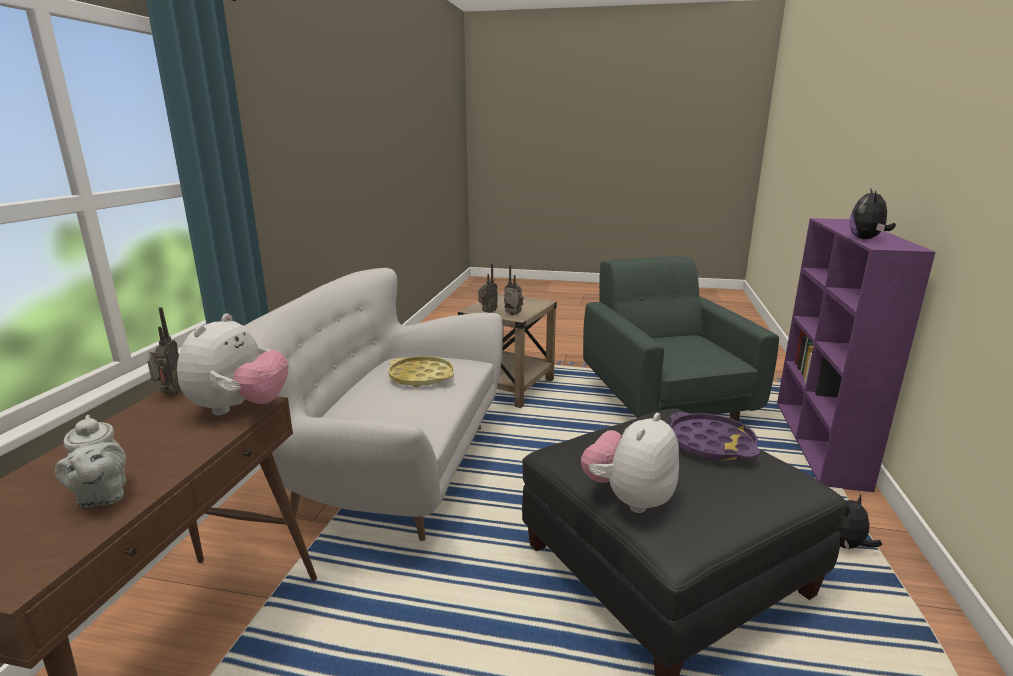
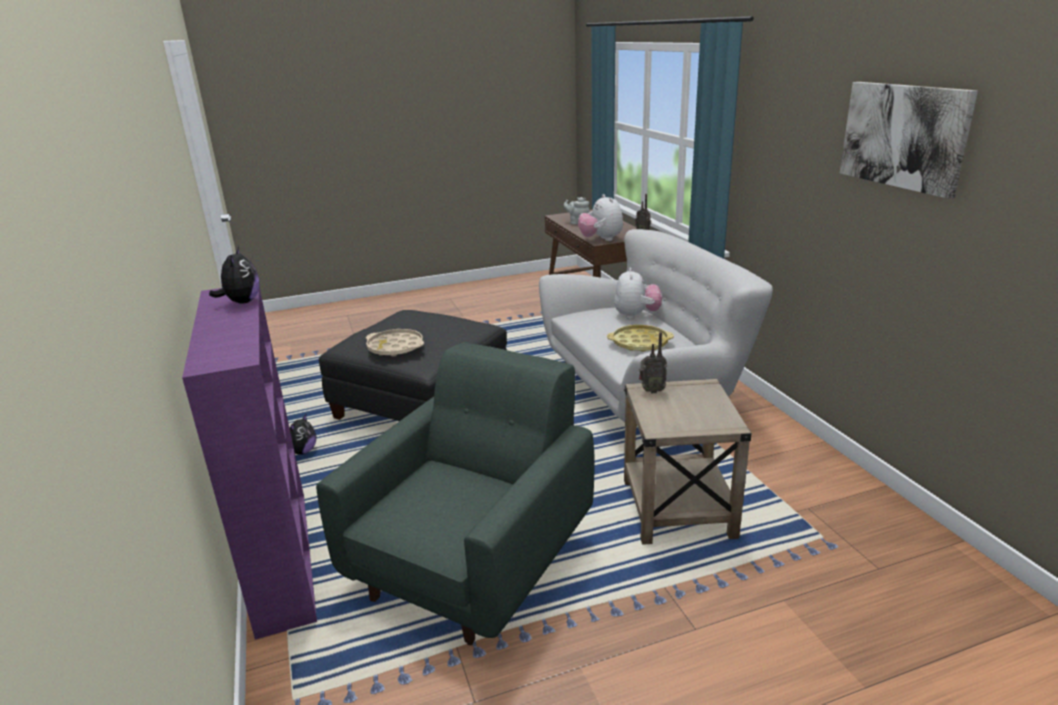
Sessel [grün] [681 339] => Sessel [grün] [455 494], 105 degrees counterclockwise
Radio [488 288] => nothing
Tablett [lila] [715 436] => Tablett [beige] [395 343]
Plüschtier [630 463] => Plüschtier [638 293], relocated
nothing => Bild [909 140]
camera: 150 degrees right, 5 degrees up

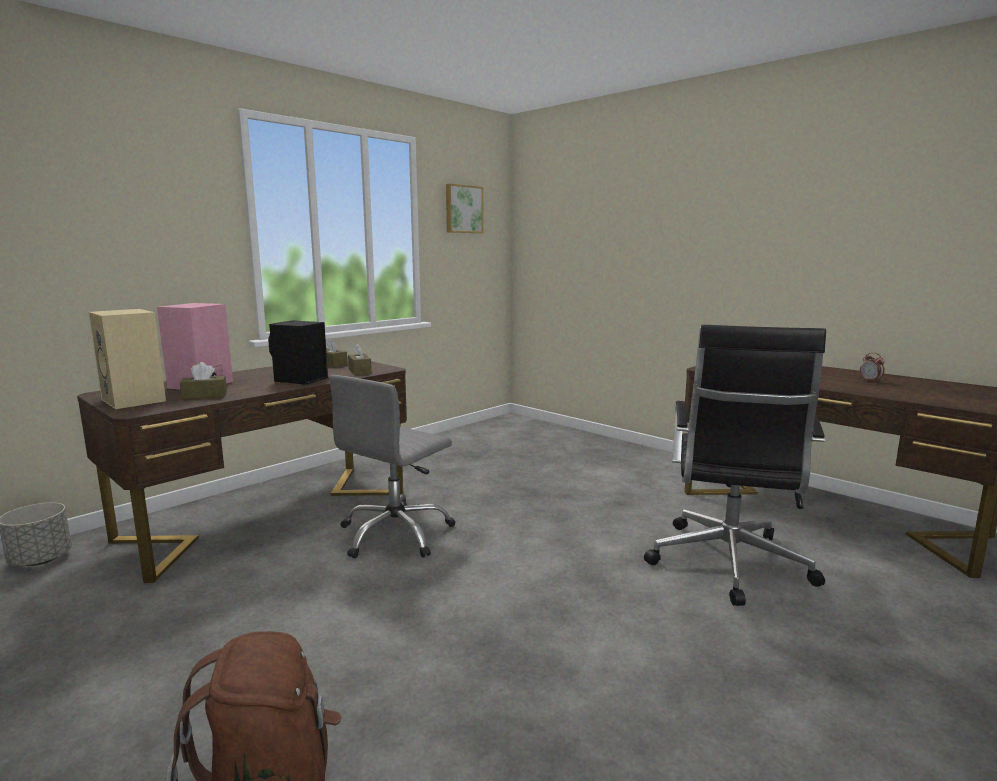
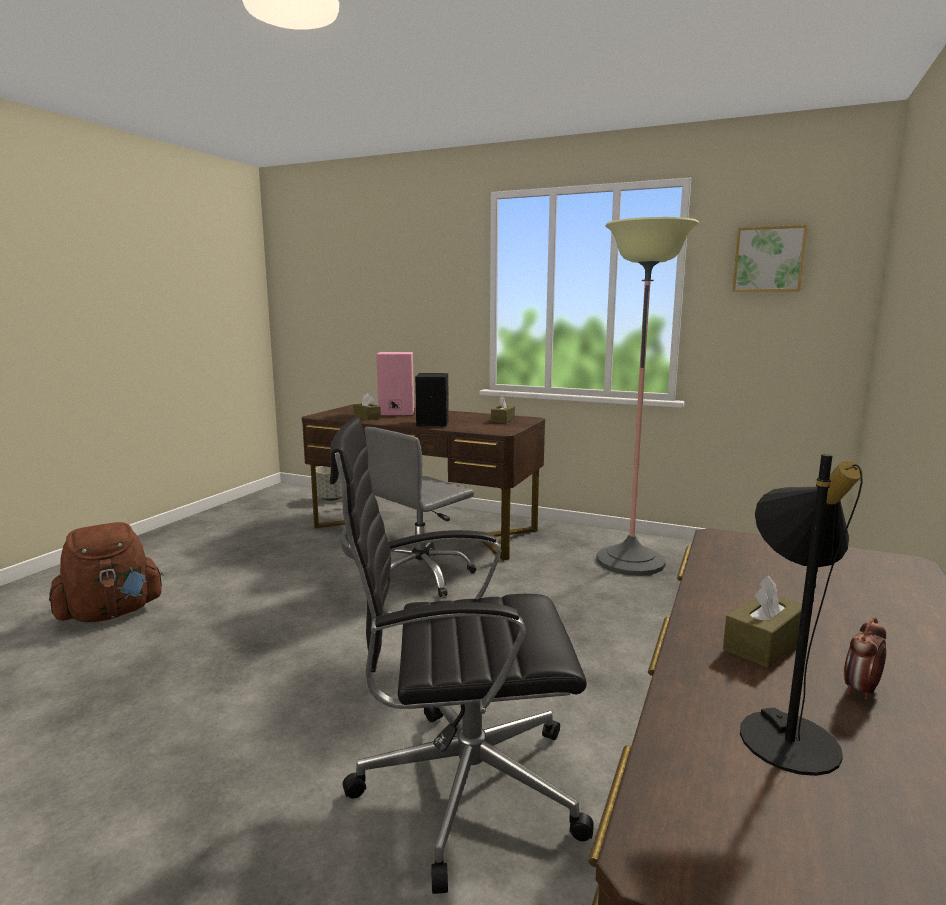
Lautsprecher [beige] [127 359] => nothing
Taschentuchbox [braun] [360 358] => Taschentuchbox [braun] [762 621], relocated
Bürostuhl [grau] [392 467] => Bürostuhl [grau] [420 512], 60 degrees counterclockwise
nothing => Stehlampe [647 396]
nothing => Tischlampe [schwarz] [801 615]
camera: 70 degrees right, 0 degrees up

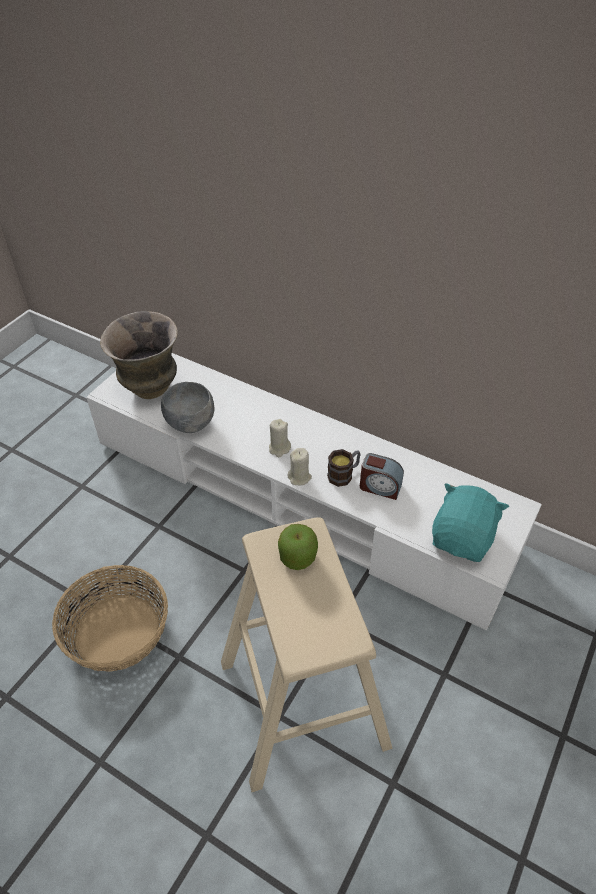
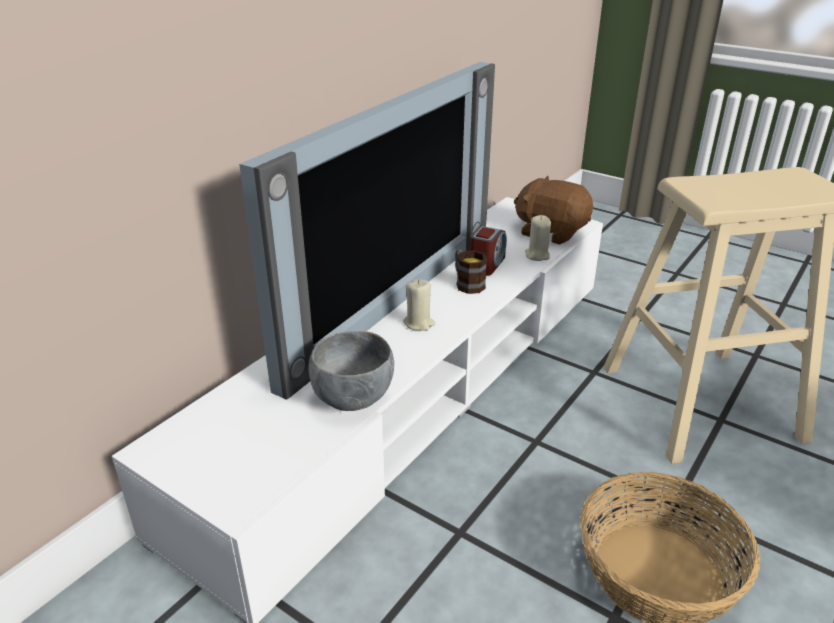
Vase [139 355] => nothing
Kerze [beige] [300 466] => Kerze [beige] [538 238], relocated
Plüschtier [türkis] [470 522] => Plüschtier [braun] [553 210]
Apfel [298 547] => nothing
nothing => Fernseher [367 231]
camera: 85 degrees left, 15 degrees down

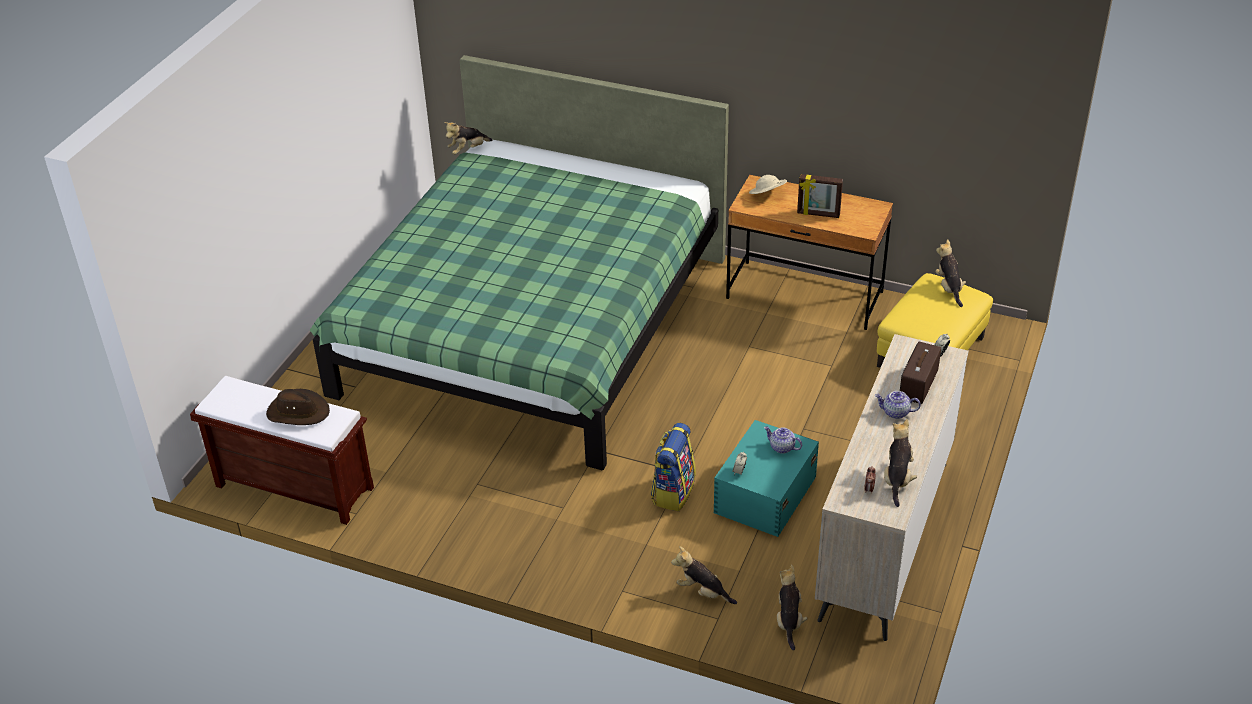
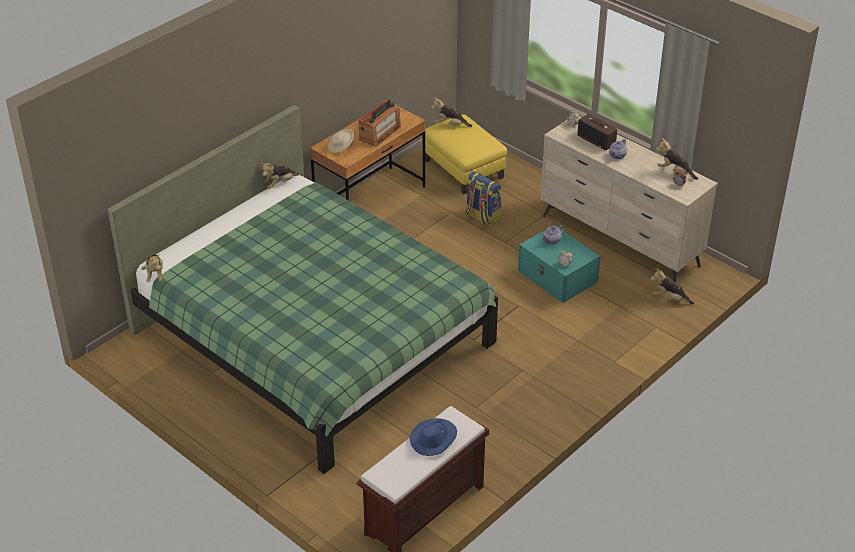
Bilderrahmen [820 196] => Radio [380 123]
Hut [braun] [298 407] => Hut [blau] [433 437]
Rucksack [673 467] => Rucksack [484 199], relocated
Plüschtier [704 575] => Plüschtier [280 176], relocated
camera: 70 degrees left, 0 degrees up

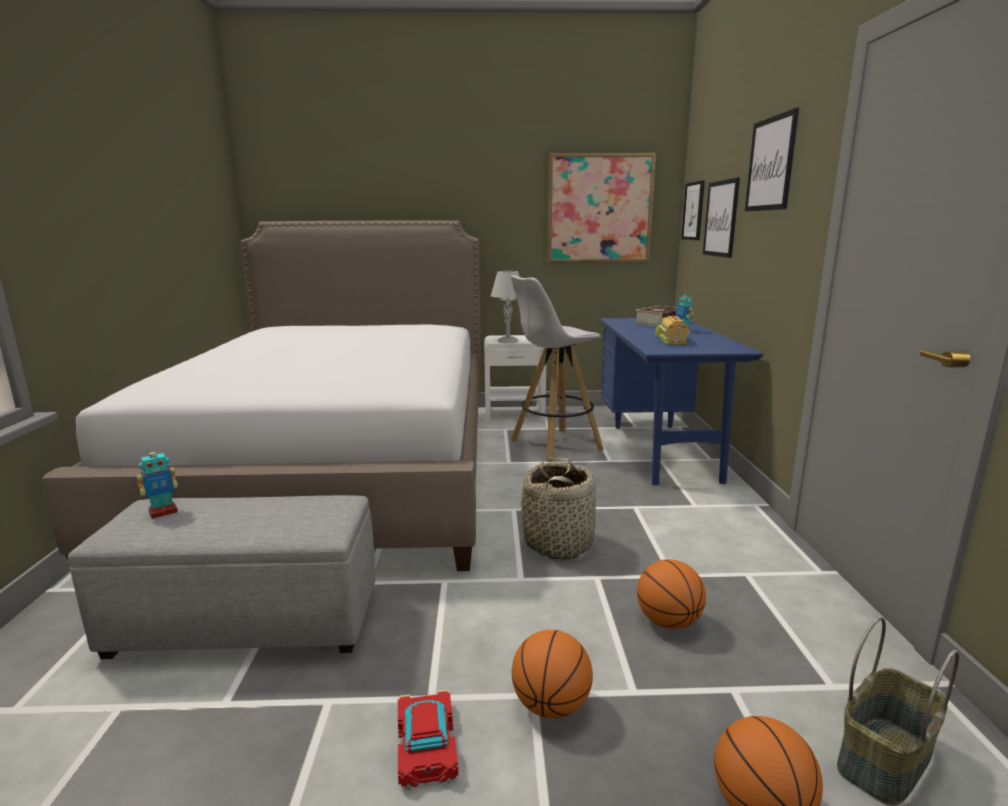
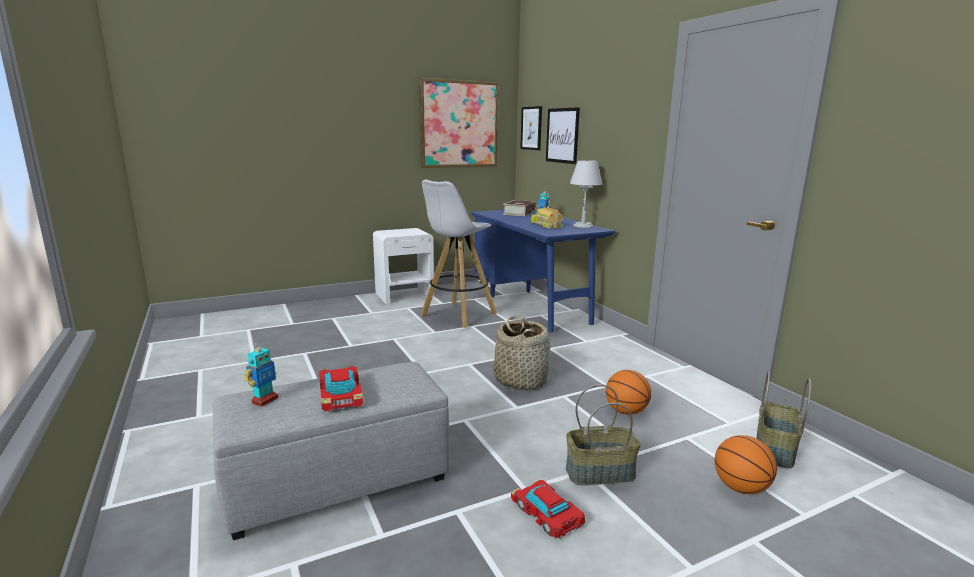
Bild [772 160] => nothing
Bett [261 395] => nothing
Tischlampe [grau] [505 307] => Tischlampe [grau] [586 194], relocated
Basketball [552 674] => Korb [603 434]
nothing => Spielzeugauto [341 388]
camera: 25 degrees left, 0 degrees up

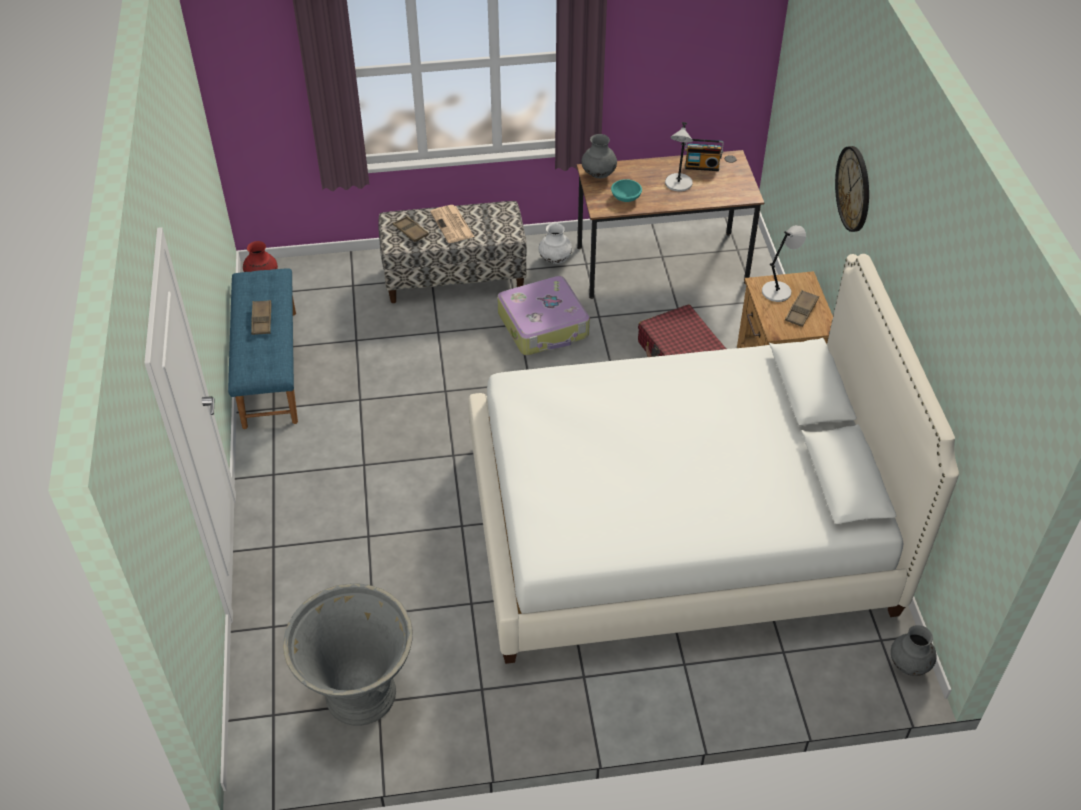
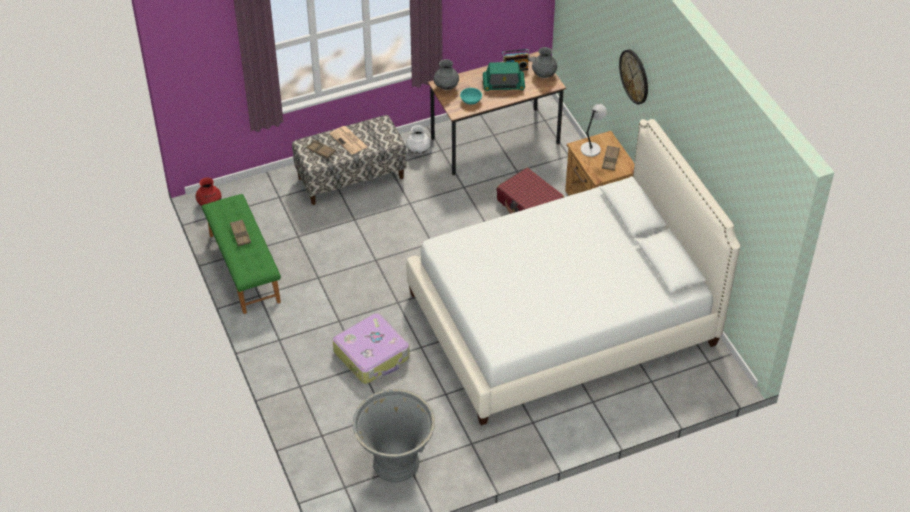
Tischlampe [grau] [679 156] => Radio [504 76]
Bank [blau] [263 348] => Bank [grün] [241 254]
Koffer [543 315] => Koffer [371 348], relocated
Vase [grau] [914 650] => Vase [grau] [544 62], relocated
camera: 15 degrees left, 0 degrees up

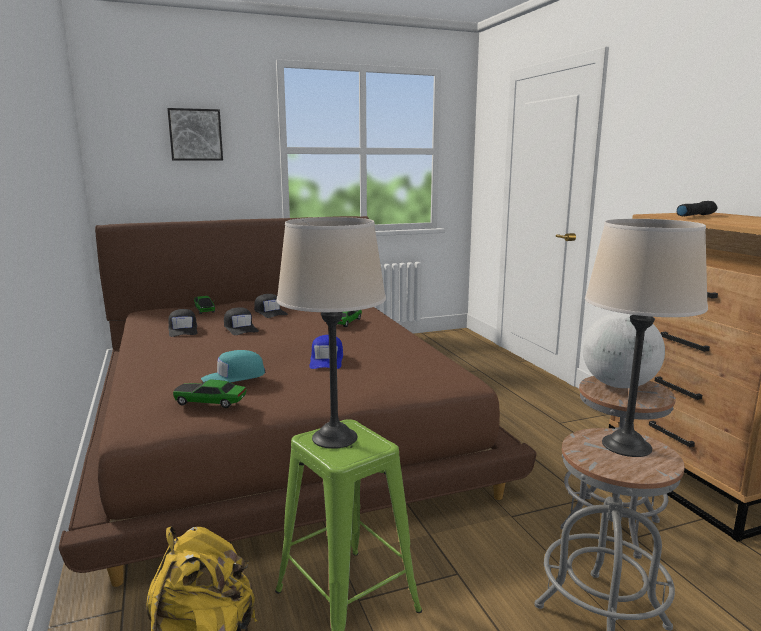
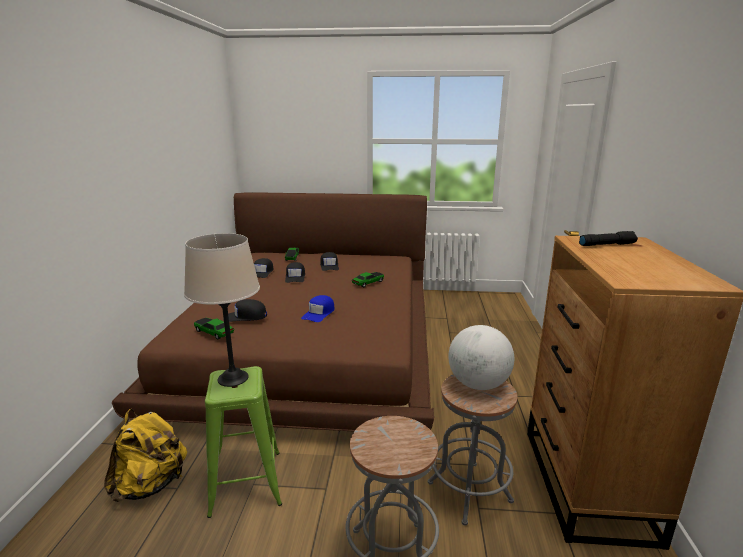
Bild [195 134] => nothing
Tischlampe [beige] [646 338] => nothing
Kappe [türkis] [233 366] => Kappe [schwarz] [245 310]
camera: 25 degrees right, 5 degrees up

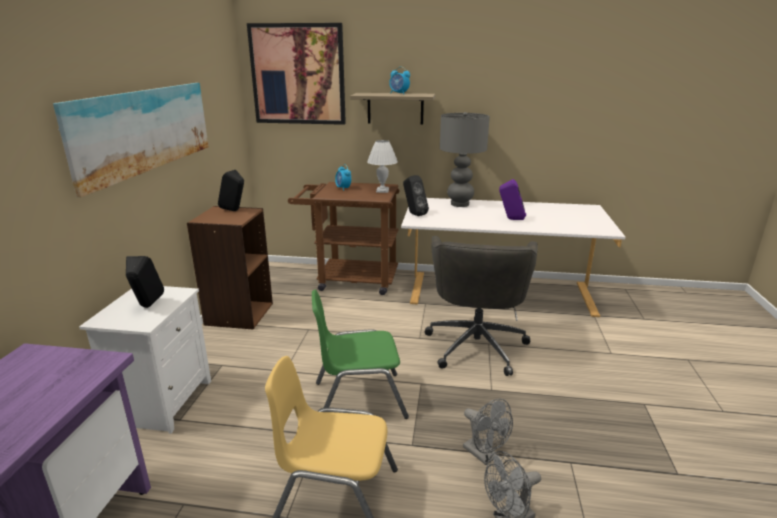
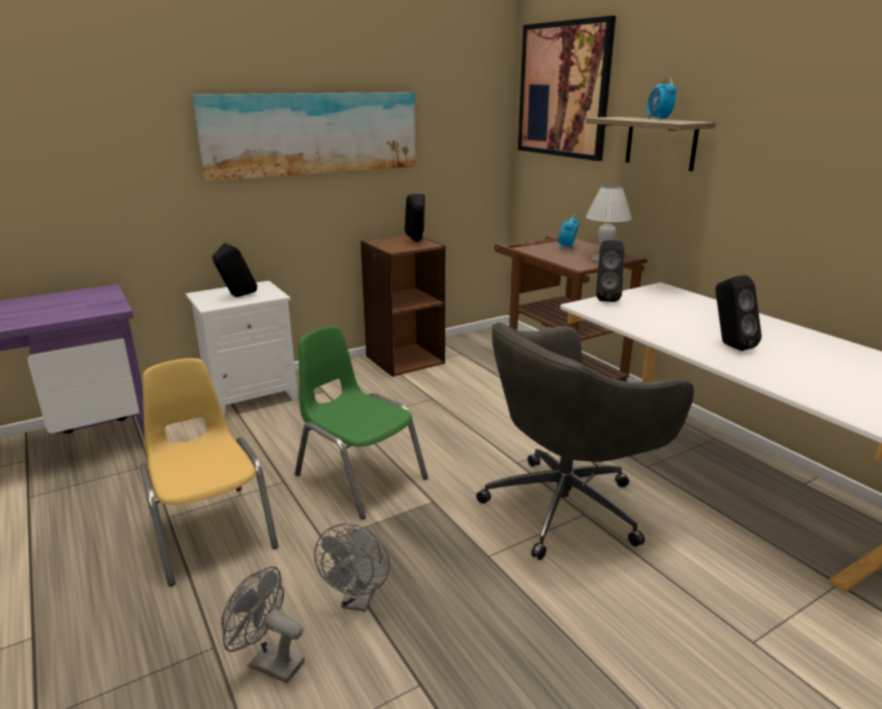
Tischlampe [grau] [465 159] => nothing
Lautsprecher [lila] [512 199] => Lautsprecher [schwarz] [739 313]
camera: 50 degrees right, 0 degrees up

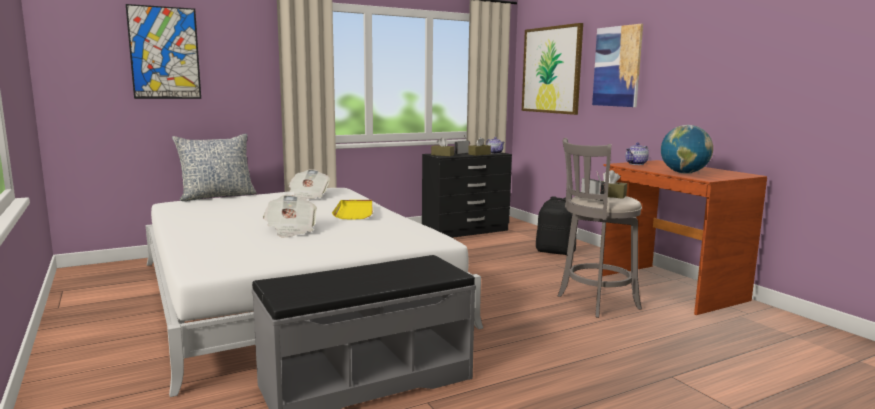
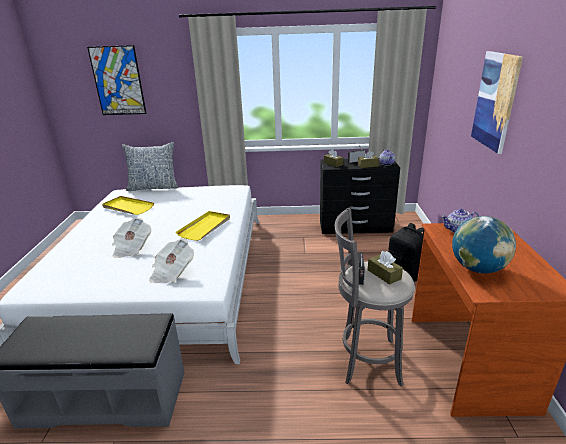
Bild [552 69] => nothing
Zeitung [309 184] => Zeitung [171 261], relocated
nothing => Tablett [gelb] [128 205]
camera: 30 degrees right, 15 degrees up

